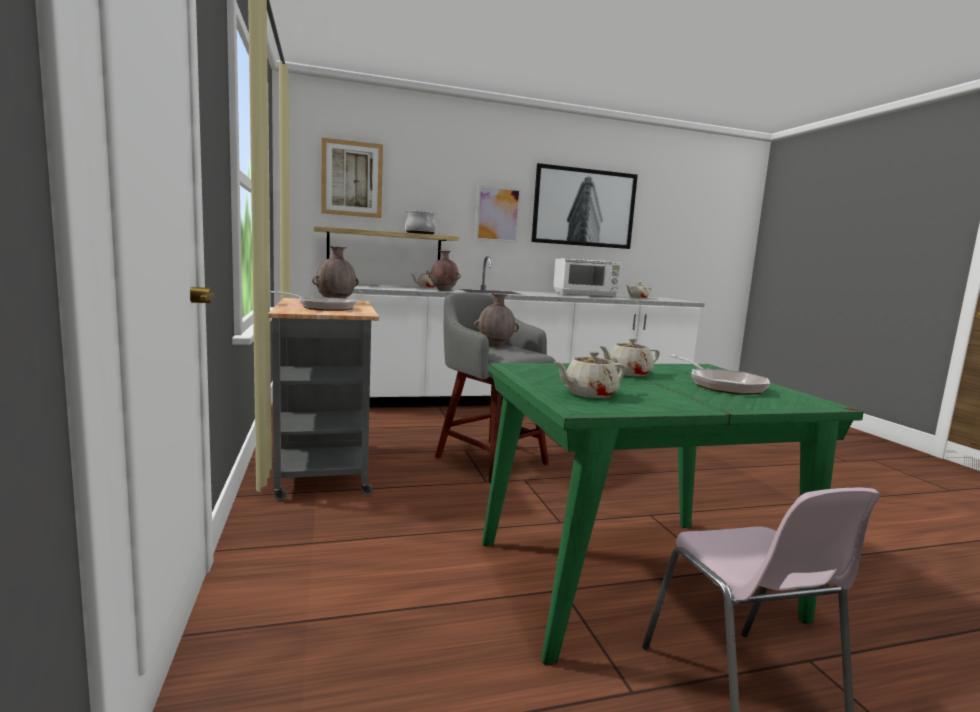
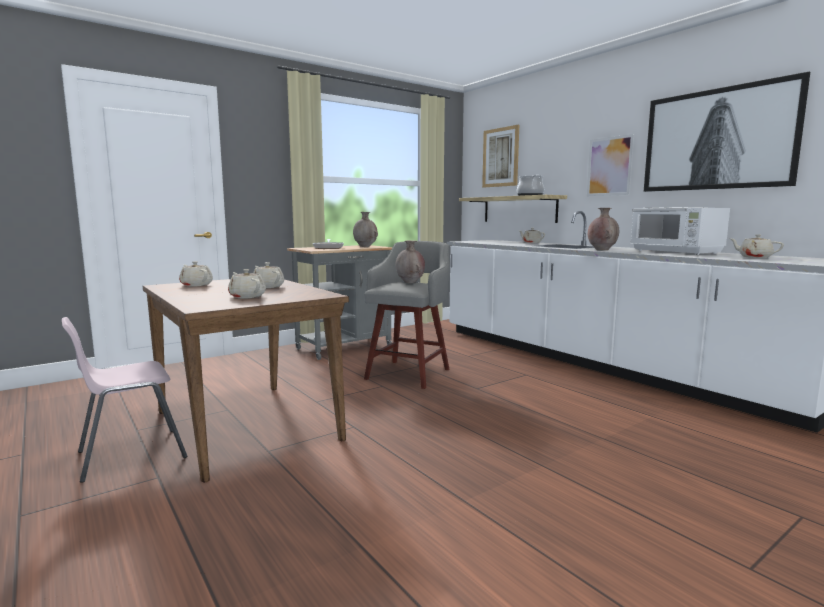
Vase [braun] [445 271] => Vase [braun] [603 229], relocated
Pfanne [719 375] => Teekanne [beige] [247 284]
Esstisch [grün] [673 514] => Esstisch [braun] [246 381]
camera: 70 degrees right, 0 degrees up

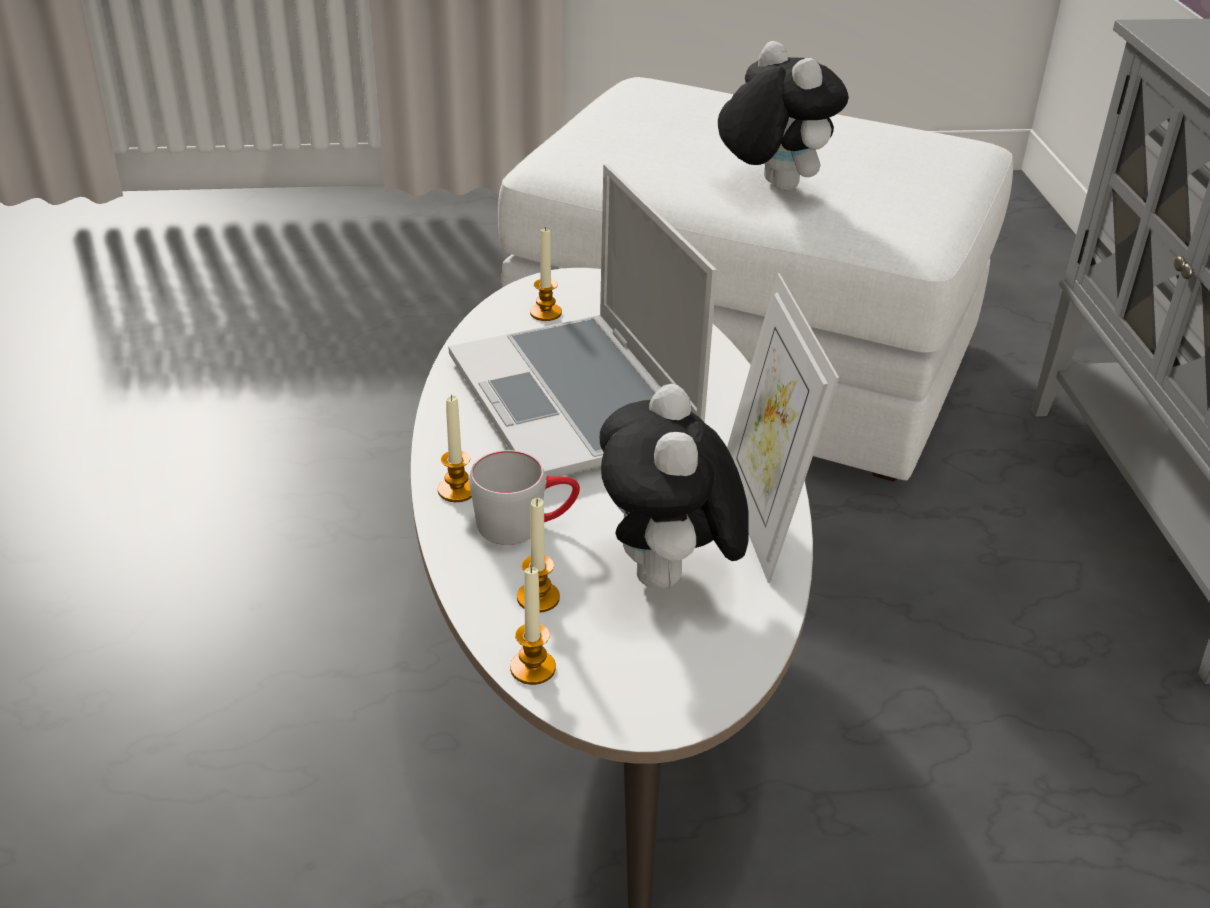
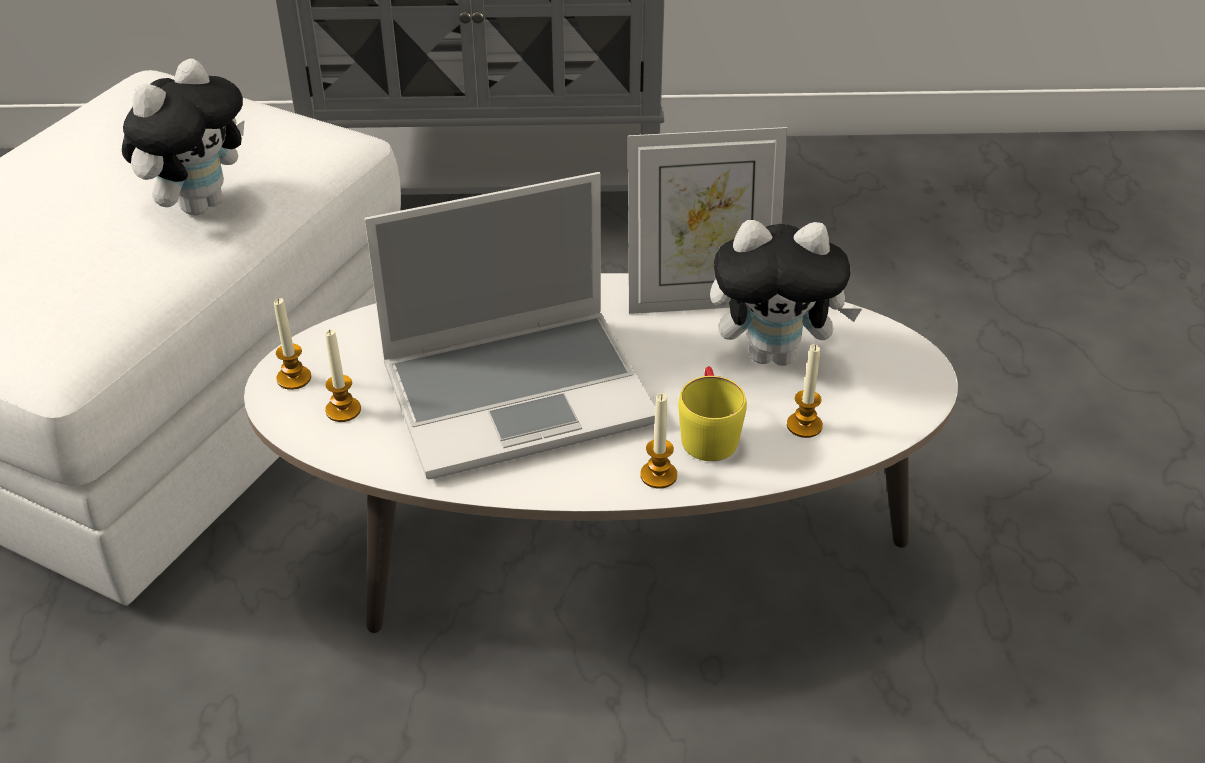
Plüschtier [783 116] => Plüschtier [183 137], 150 degrees clockwise
Henkelbecher [grau] [524 497] => Henkelbecher [gelb] [712 413]
Kerze [533 625] => Kerze [292 344], relocated
camera: 85 degrees left, 5 degrees up

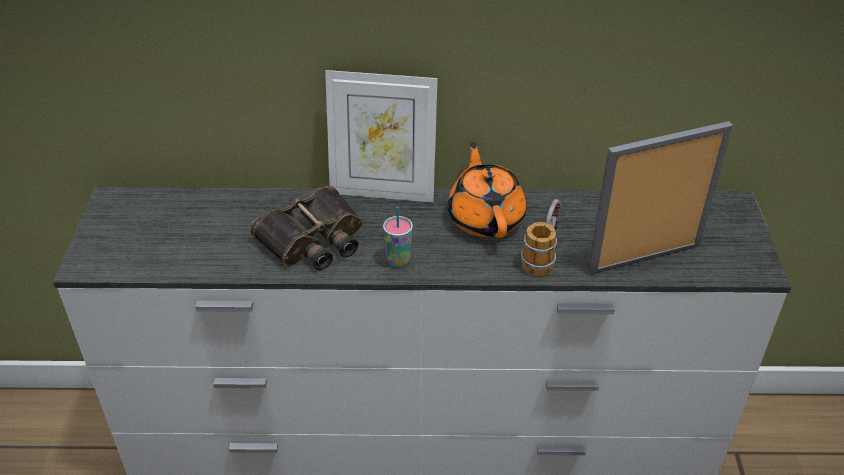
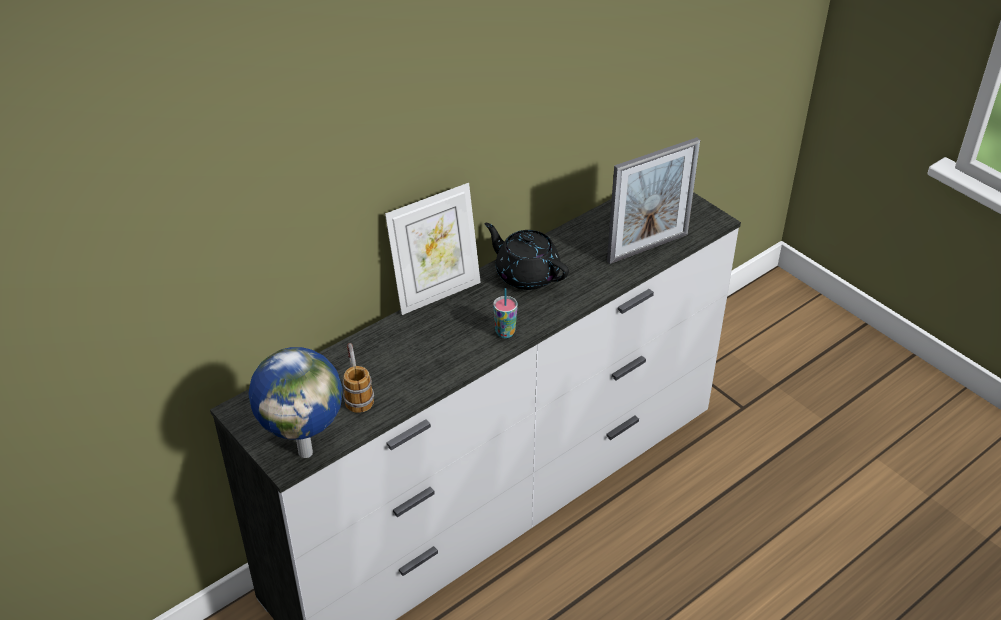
Bilderrahmen [660 198] => Bilderrahmen [653 200], 150 degrees counterclockwise
Teekanne [orange] [487 190] => Teekanne [schwarz] [526 256]
Fernglas [306 228] => nothing
Henkelbecher [541 237] => Henkelbecher [358 378], relocated
nothing => Globus [296 402]
camera: 40 degrees left, 0 degrees up

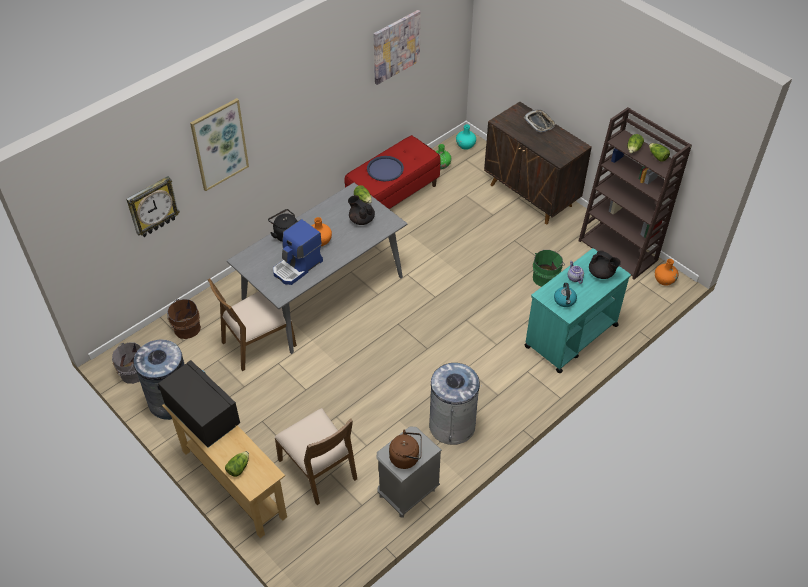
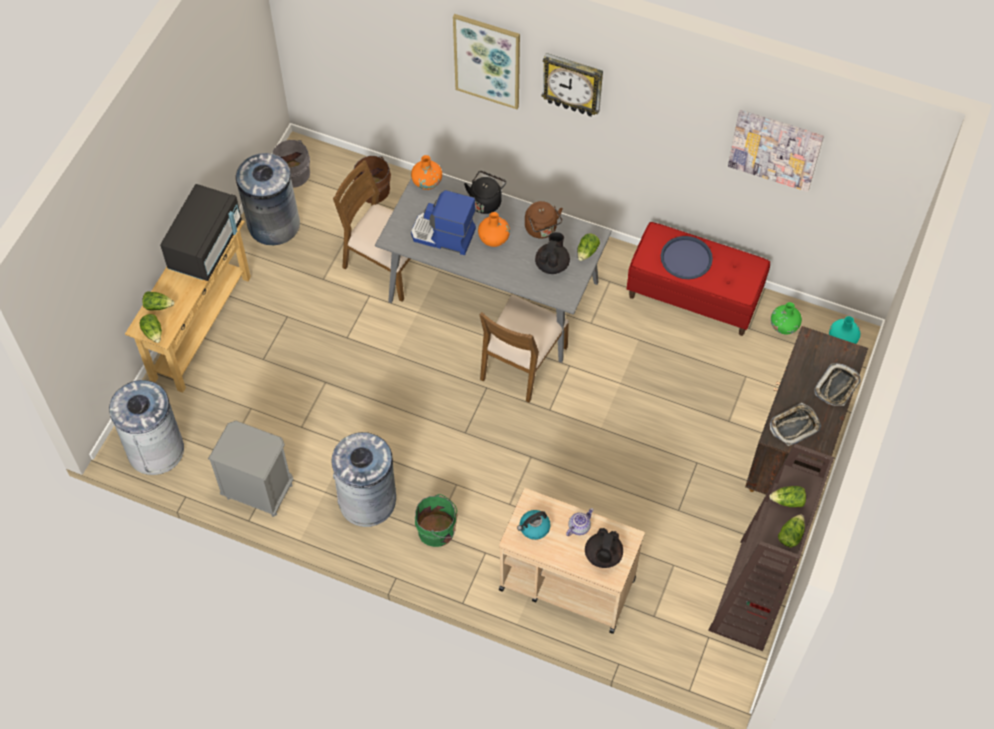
Wanduhr [153 206] => Wanduhr [572 85], relocated
Rollwagen [türkis] [577 310] => Rollwagen [beige] [572 561]
Eimer [grün] [548 268] => Eimer [grün] [436 520], relocated
Vase [orange] [666 272] => Vase [orange] [426 172], relocated
Stuhl [braun] [315 456] => Stuhl [braun] [524 349], relocated
Wasserkessel [braun] [405 449] => Wasserkessel [braun] [544 220], relocated
nothing => Salatkopf [150 328]
nothing => Mülleimer [grau] [146 427]
nothing => Tablett [795 424]
camera: 65 degrees right, 10 degrees up

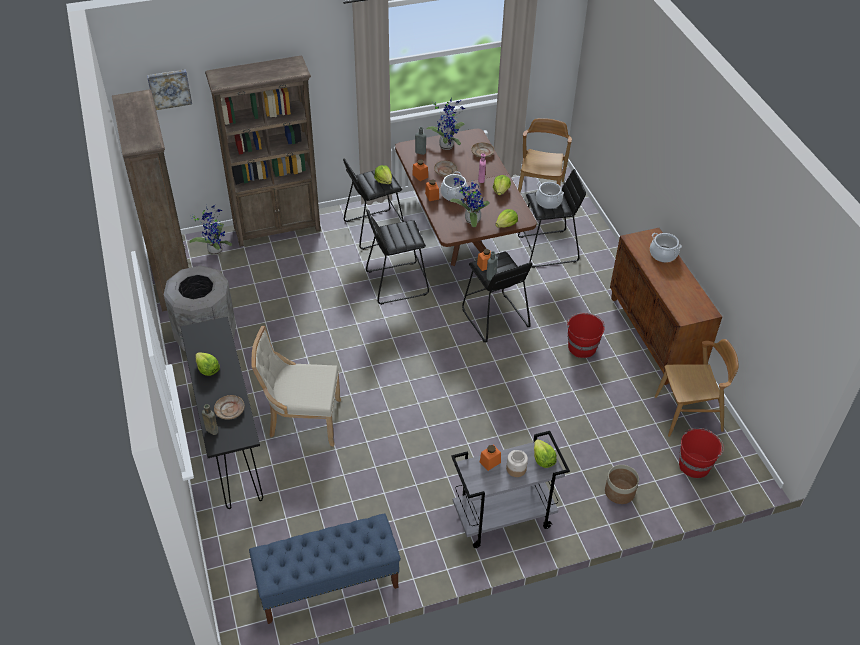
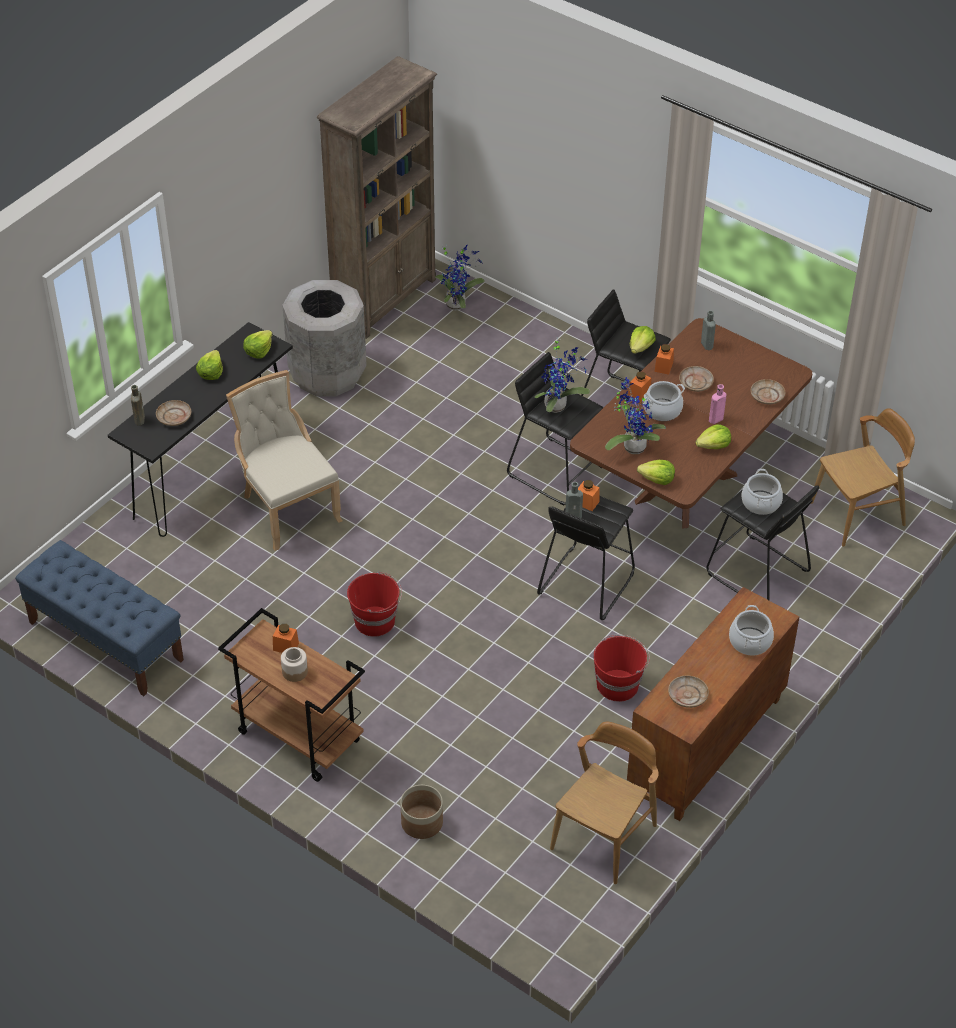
Bücherregal [braun] [263 151] => nothing
Bild [169 89] => nothing
Topfpflanze [445 124] => Topfpflanze [562 376], relocated
Stuhl [braun] [697 388] => Stuhl [braun] [604 802], 105 degrees counterclockwise
Eimer [rot] [701 453] => Eimer [rot] [374 604], relocated
Rollwagen [grau] [510 489] => Rollwagen [braun] [291 695]
Salatkopf [545 453] => Salatkopf [258 344], relocated
nothing => Teller [beige] [688 692]
camera: 55 degrees right, 0 degrees up

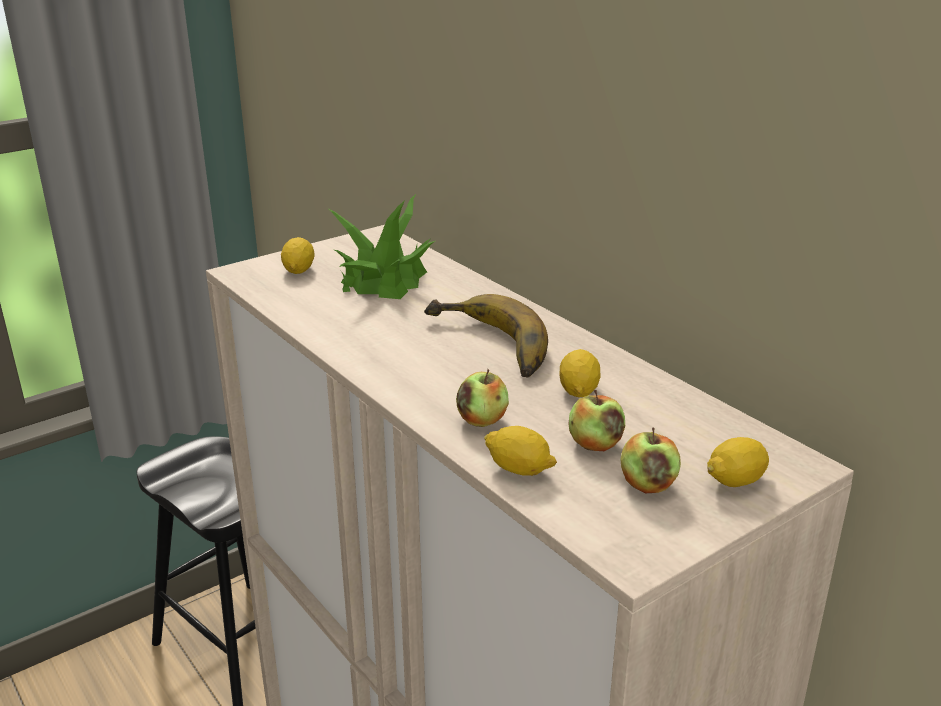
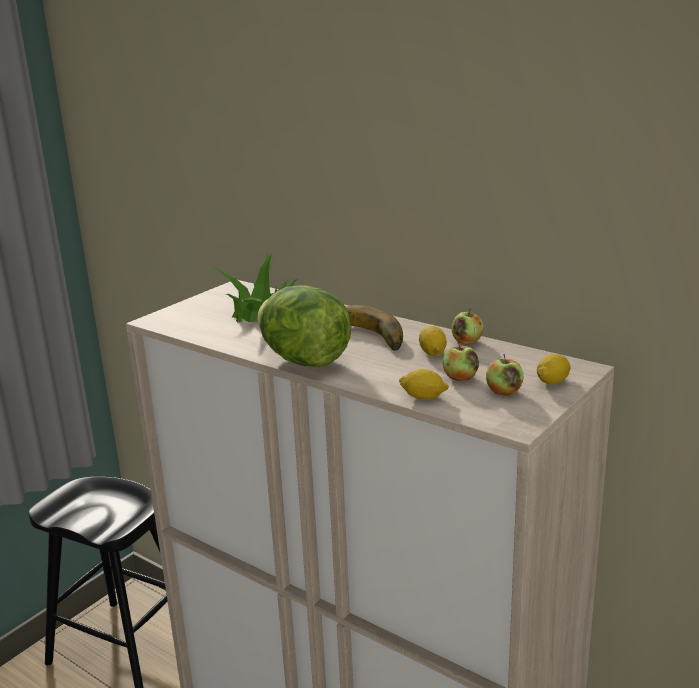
Zitrone [298 255] => nothing
Apfel [482 398] => Apfel [467 326], relocated
nothing => Salatkopf [304 326]
camera: 15 degrees left, 5 degrees down

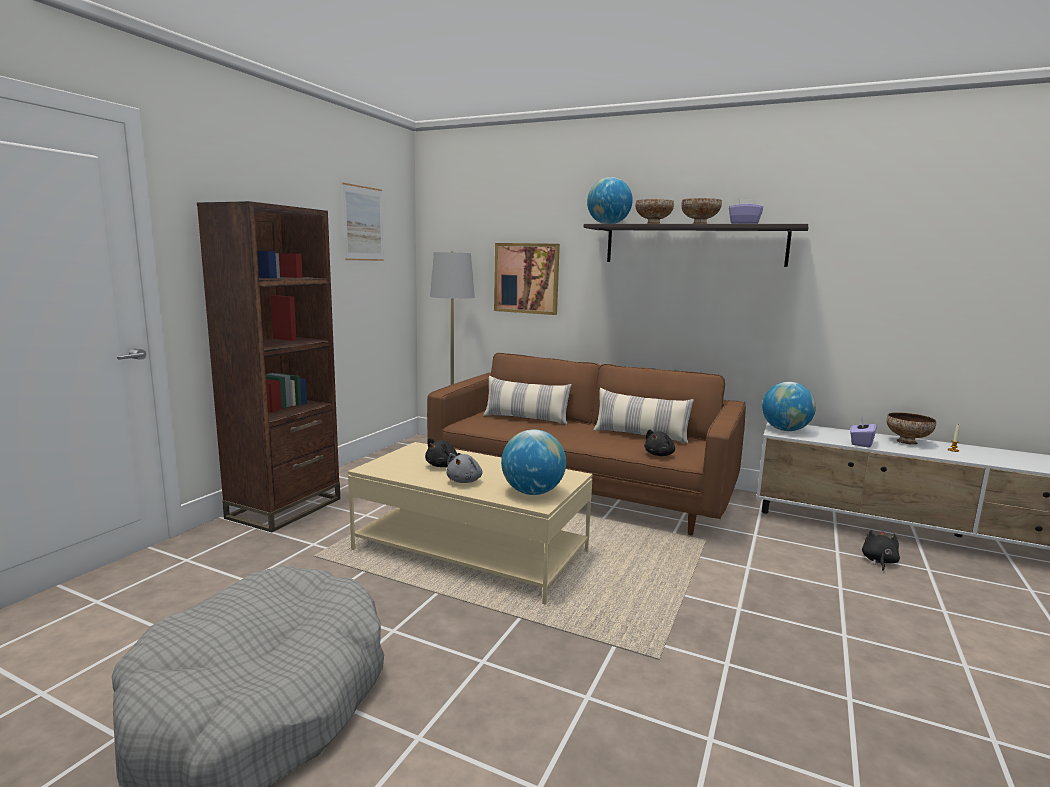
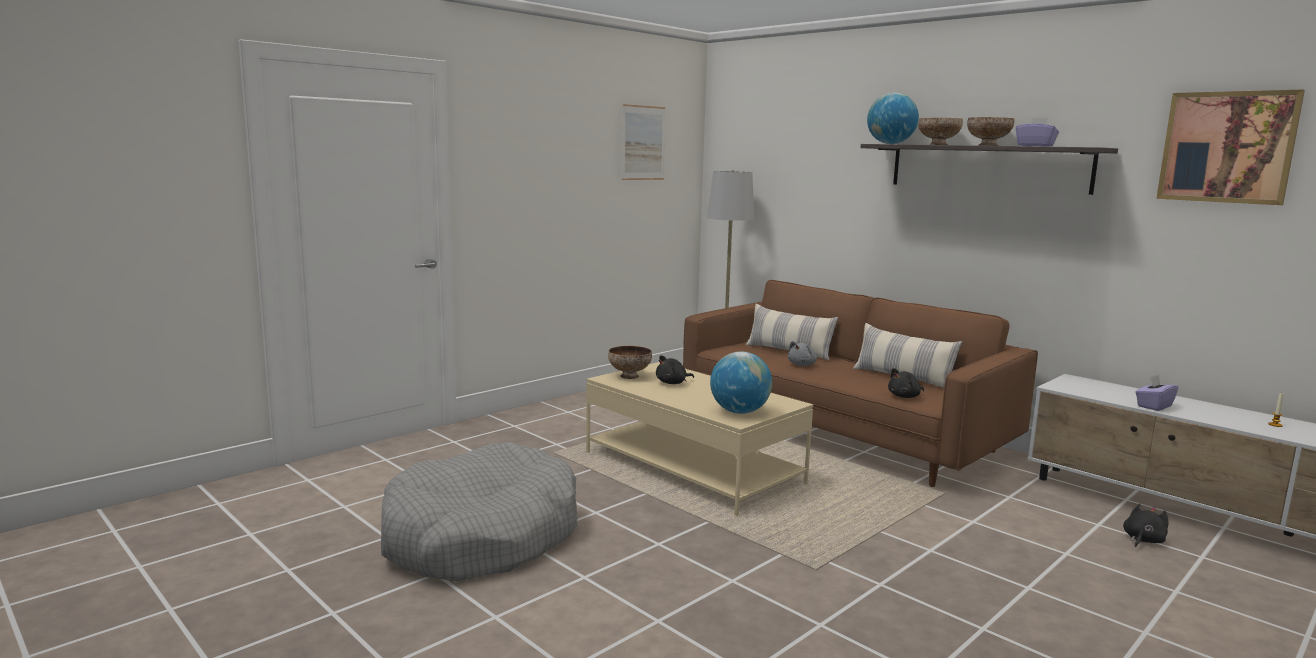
Bücherregal [braun] [268 366] => nothing
Bild [527 279] => Bild [1230 147], relocated
Globus [789 406] => nothing
Schüssel [911 428] => Schüssel [630 362], relocated
Plüschtier [grau] [464 468] => Plüschtier [grau] [802 353], relocated
camera: 20 degrees right, 0 degrees up

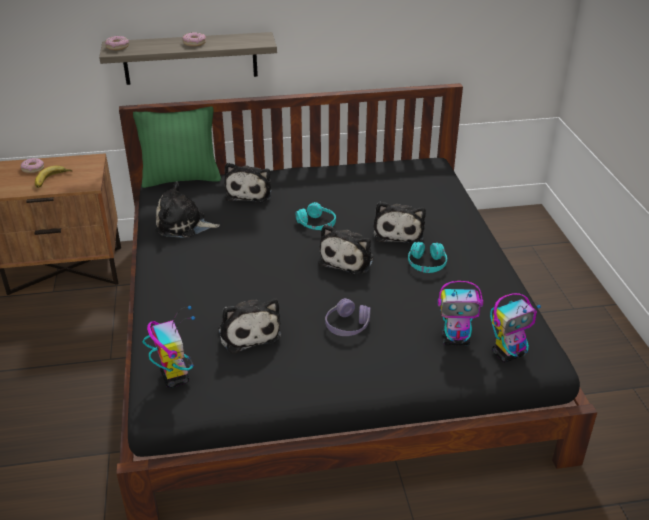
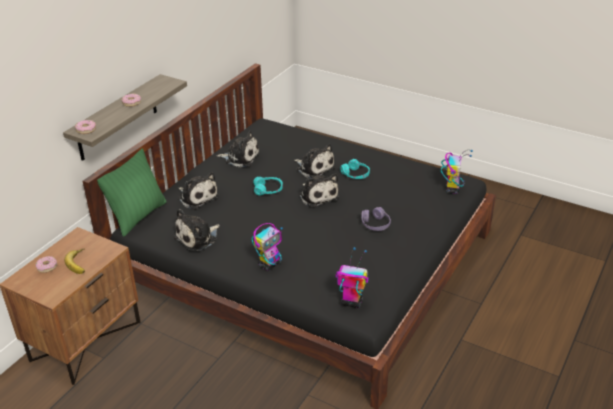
Spielzeugroboter [460 313] => Spielzeugroboter [267 247], relocated
Plüschtier [249 326] => Plüschtier [238 149], relocated
camera: 50 degrees left, 0 degrees up

